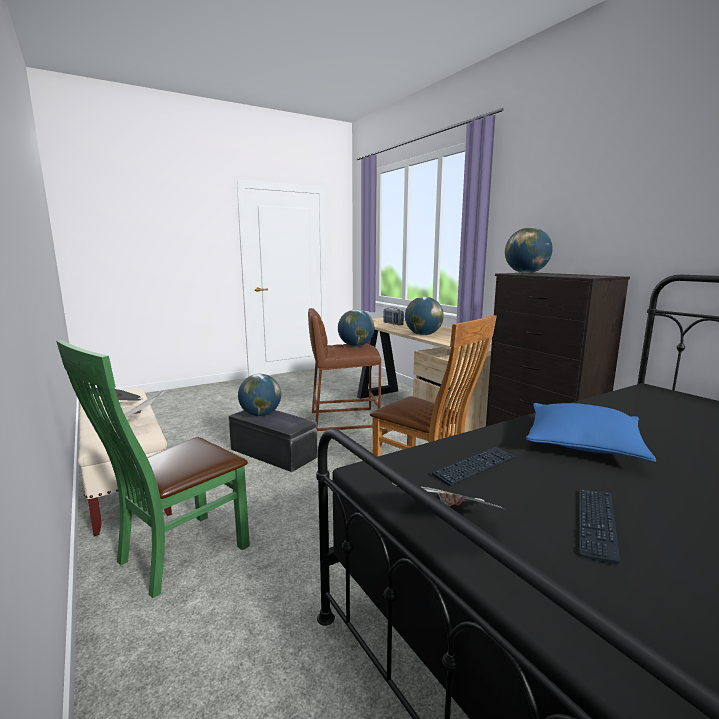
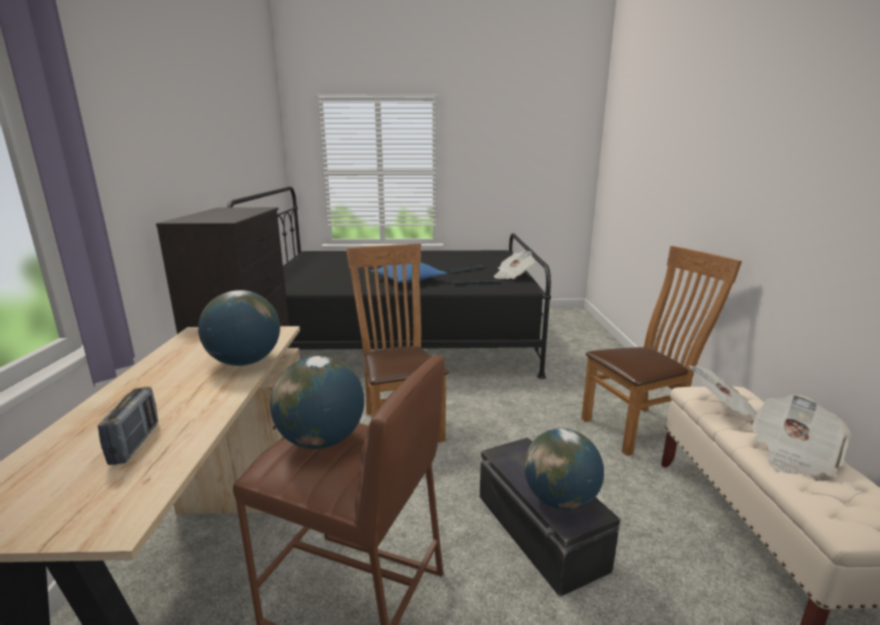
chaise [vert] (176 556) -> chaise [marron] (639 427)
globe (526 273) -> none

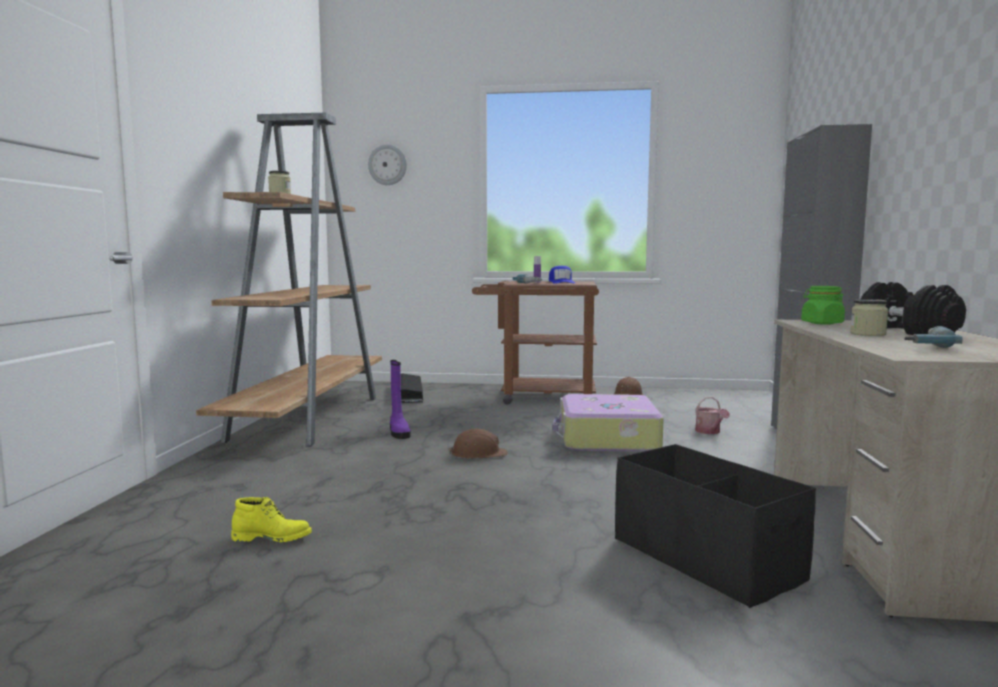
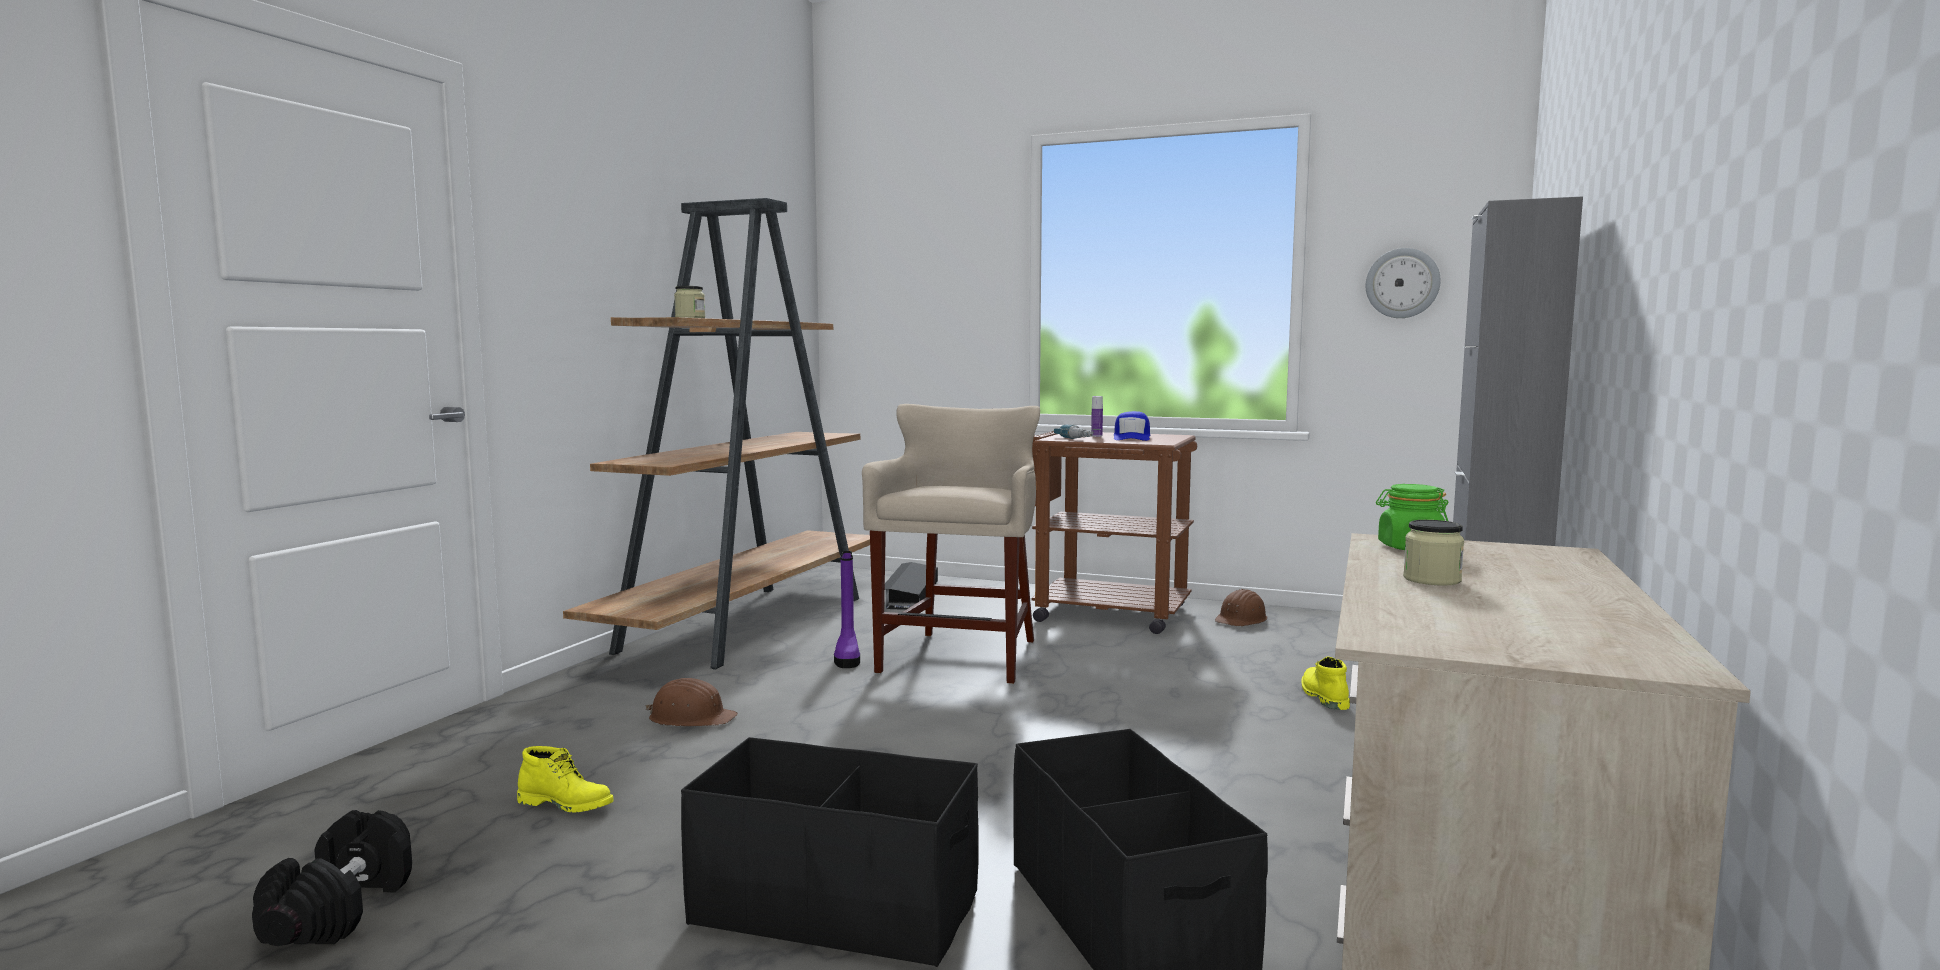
horloge murale (387 165) -> horloge murale (1402 283), shifted
casque de chantier [marron] (478 454) -> casque de chantier [marron] (691 718), shifted
valise (607 439) -> none
arrosoir (709 432) -> botte [jaune] (1323 696)
haltère [noir] (908 331) -> haltère [noir] (340 911), shifted
perceuse (923 345) -> none
none -> boîte de rangement [noir] (836 907)
none -> tabouret [beige] (961 657)

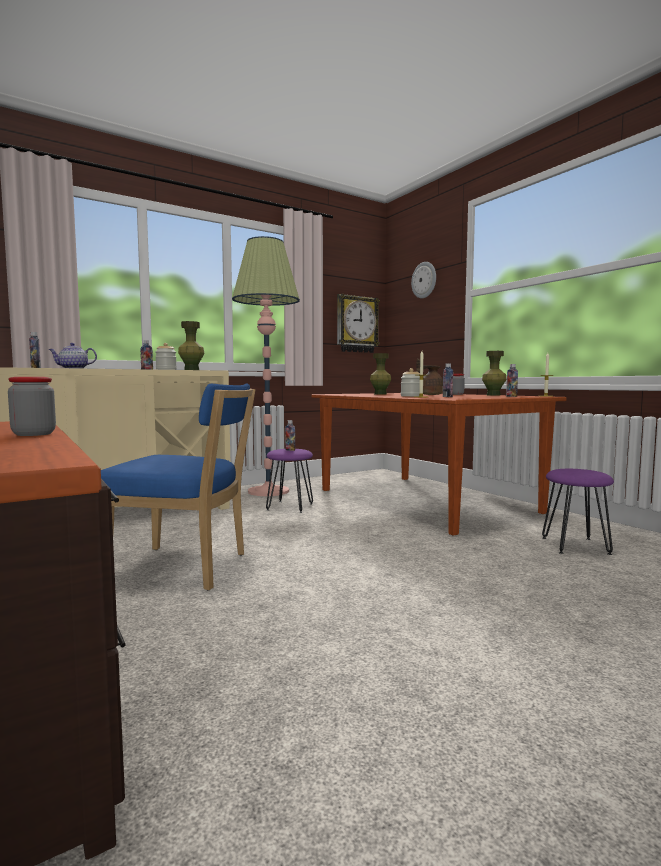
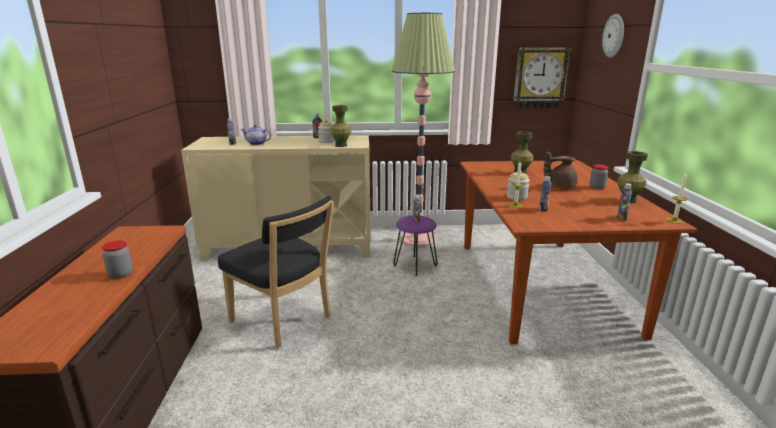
chaise [bleu] (186 569) -> chaise [noir] (284 321)
tabouret [violet] (575 546) -> none

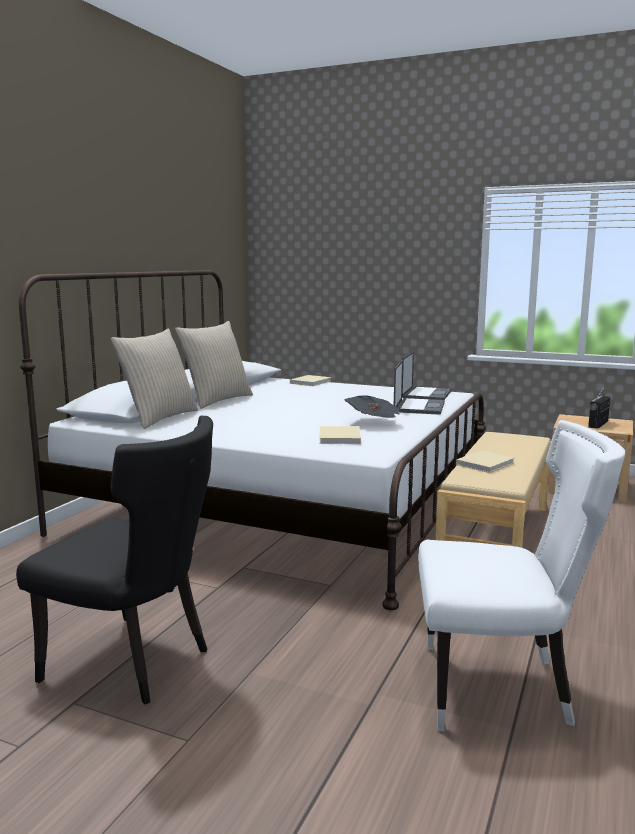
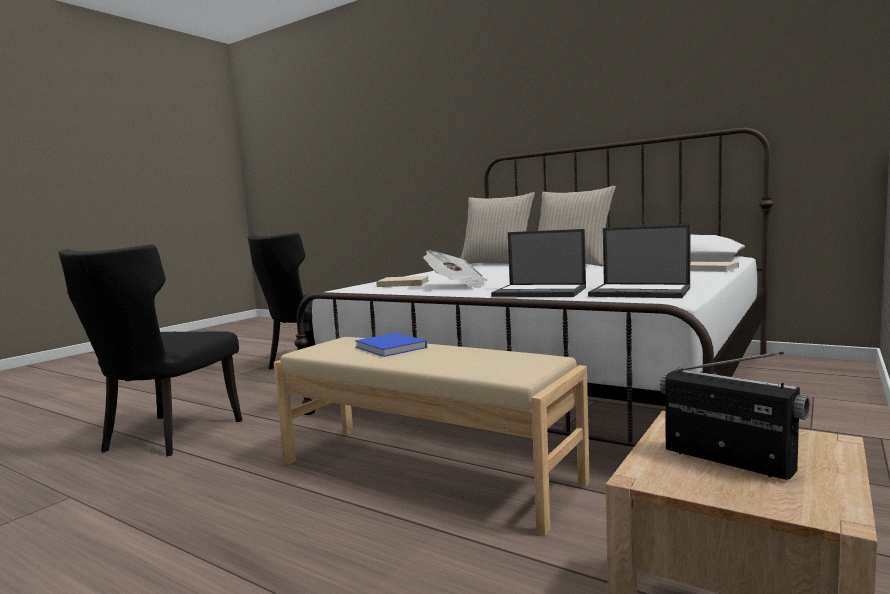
chaise [blanc] (501 688) -> chaise [noir] (166 437)
livre [beige] (486 463) -> livre [bleu] (391 347)

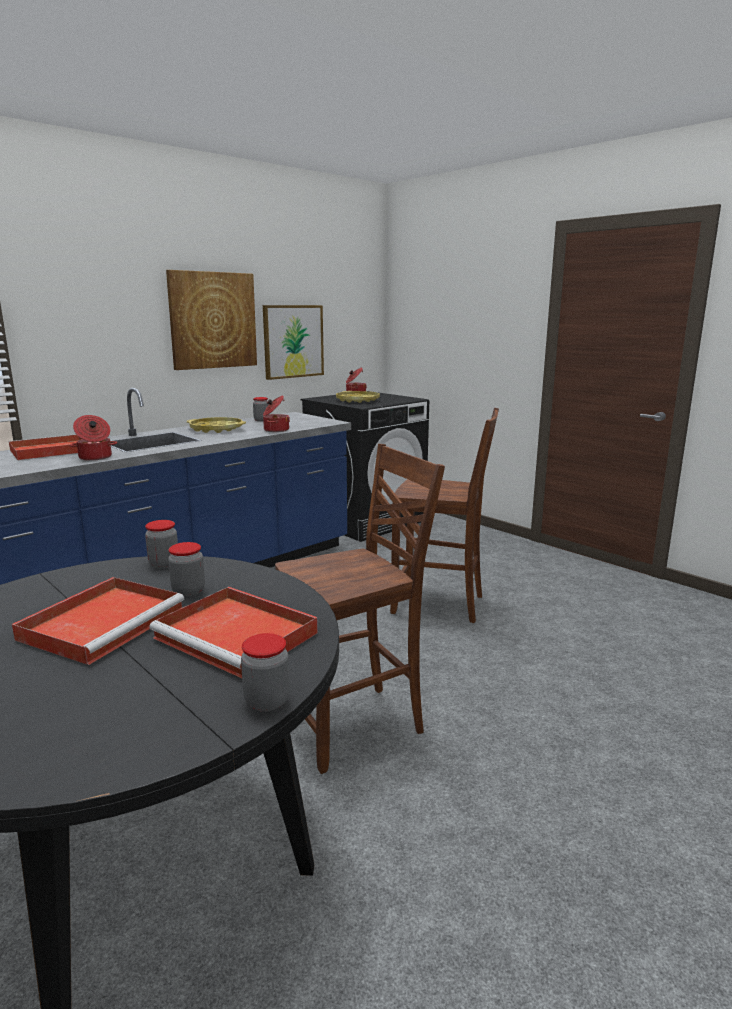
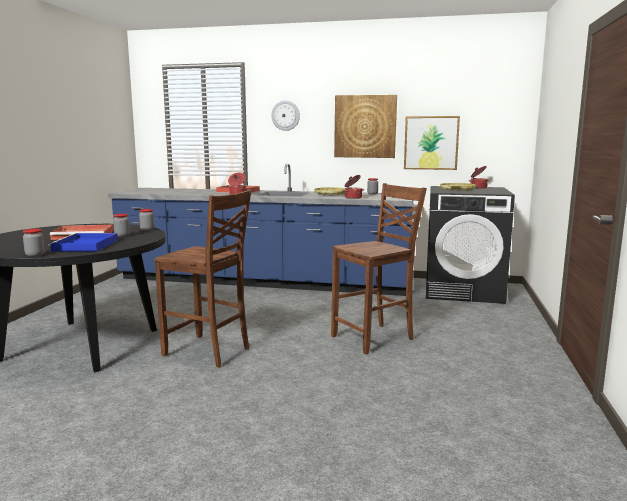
plateau [rouge] (239 636) -> plateau [bleu] (85 245)
chaise [marron] (440 604) -> chaise [marron] (375 338), 105 degrees counterclockwise
none -> horloge murale (285 115)

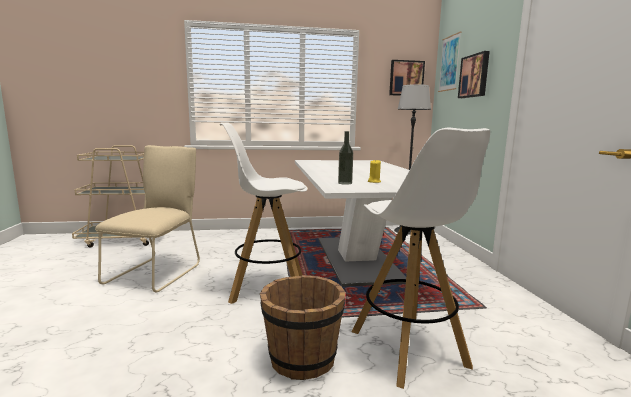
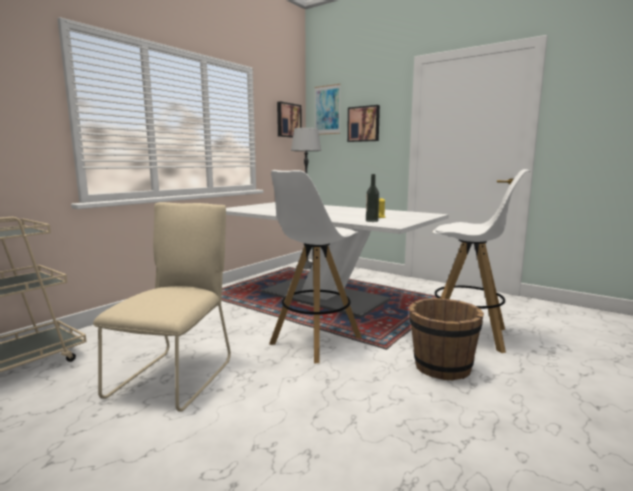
chaise [beige] (157 272) -> chaise [beige] (176 376), 45 degrees clockwise

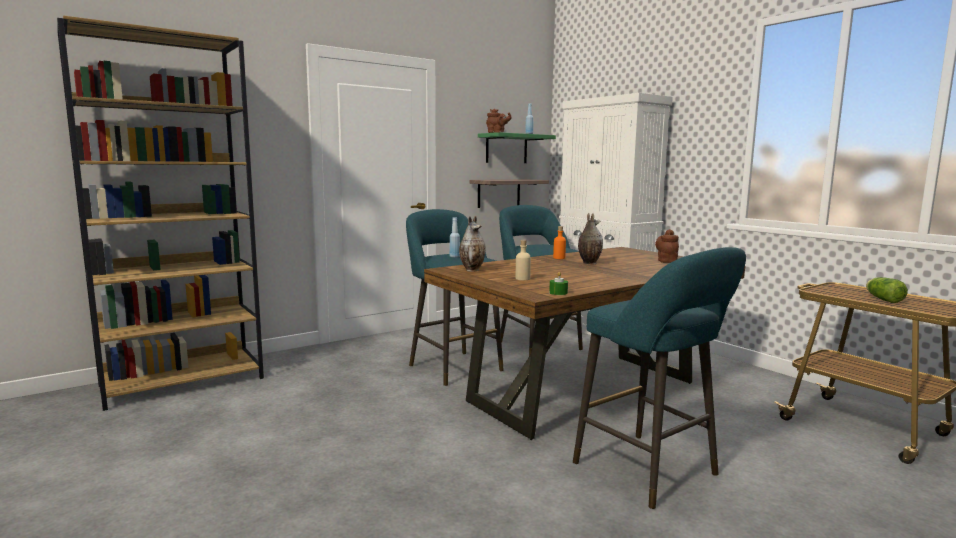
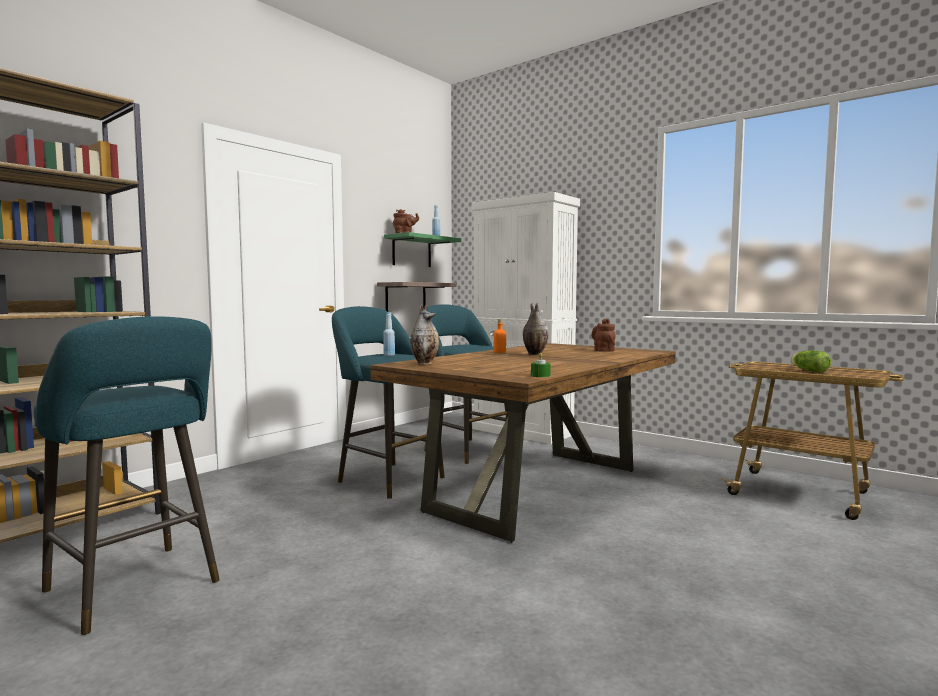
bouteille [beige] (522 279) -> none
tabouret [turquoise] (651 472) -> tabouret [turquoise] (136 589), shifted

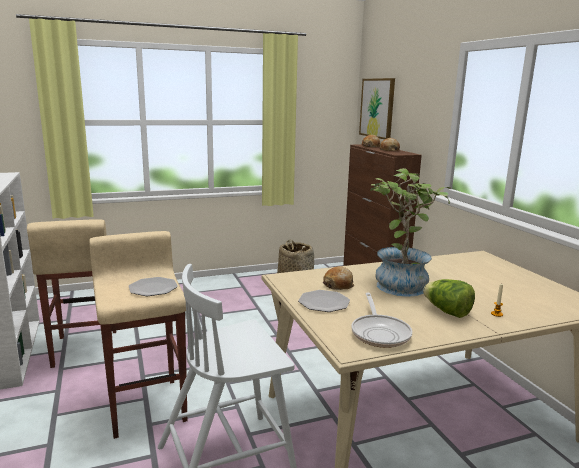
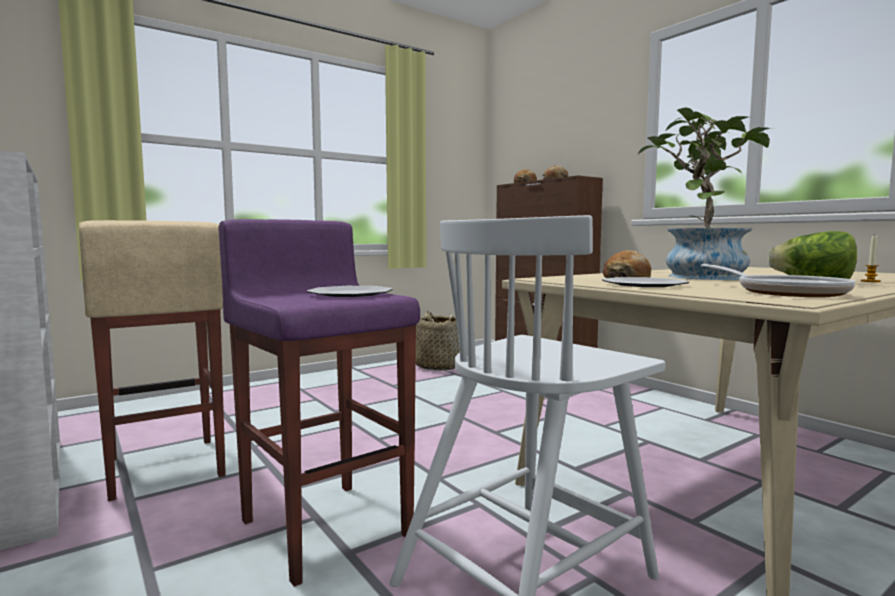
tabouret [beige] (147 405) -> tabouret [violet] (326 526)
tableau (377 108) -> none

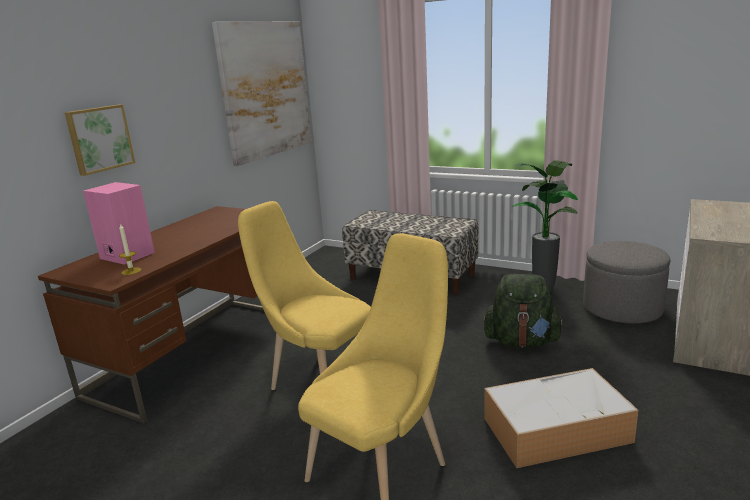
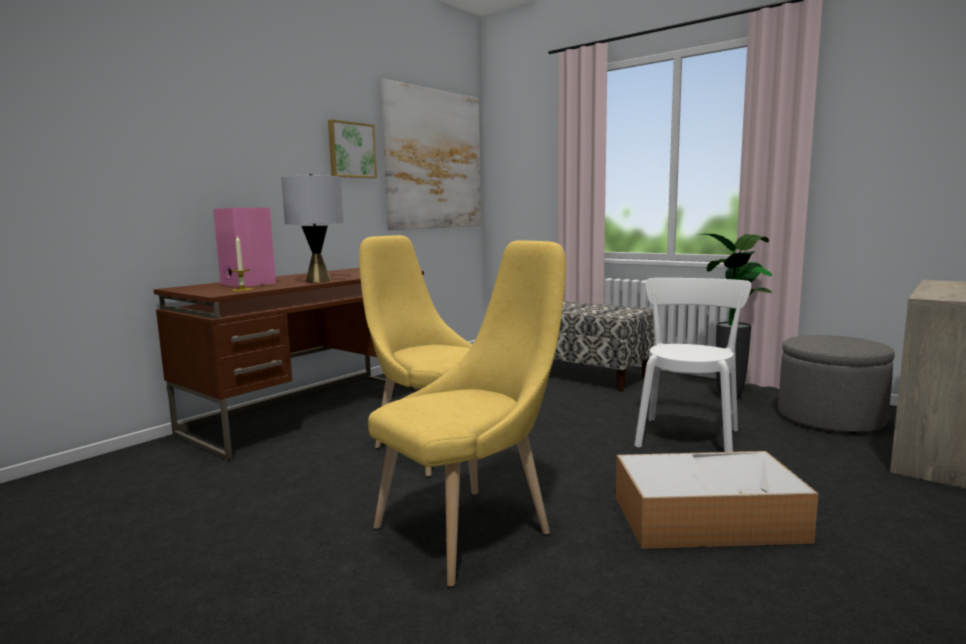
tableau (99 139) -> tableau (351 150), shifted
sac à dos [vert] (521 342) -> chaise [blanc] (688 436)
none -> lampe de table [gris] (318 281)

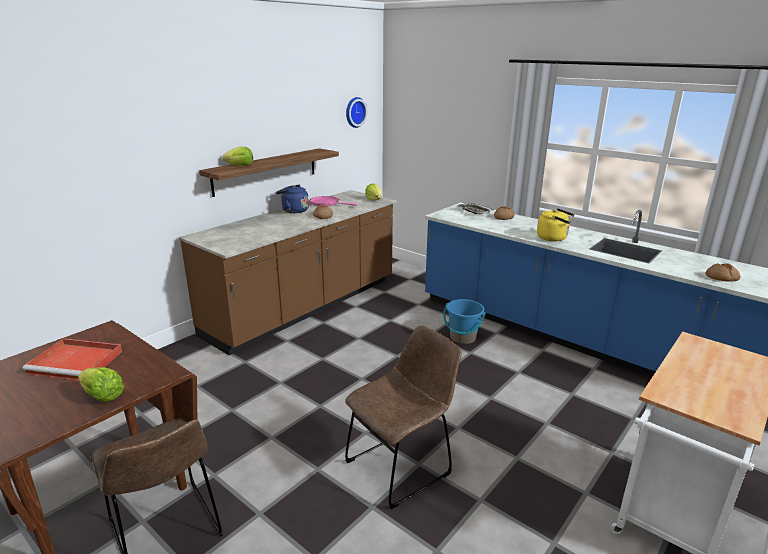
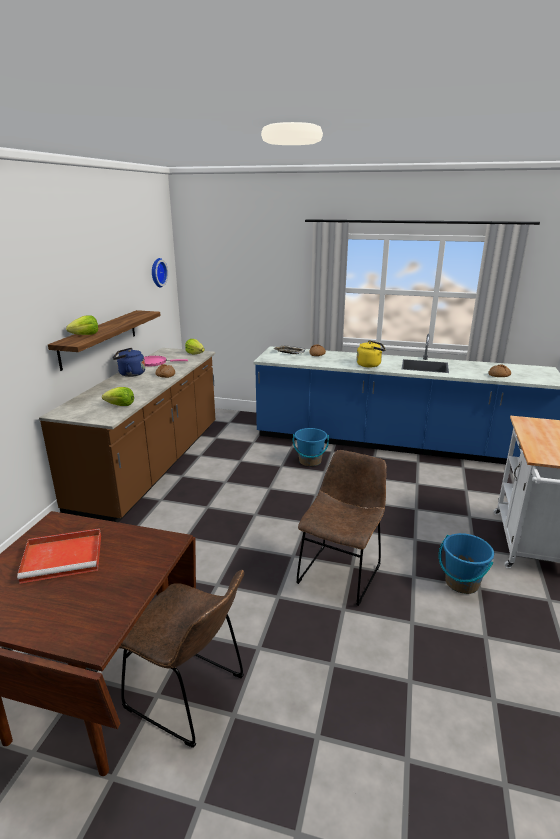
laitue (102 396) -> laitue (120 405), shifted
none -> seau [bleu] (461 583)

